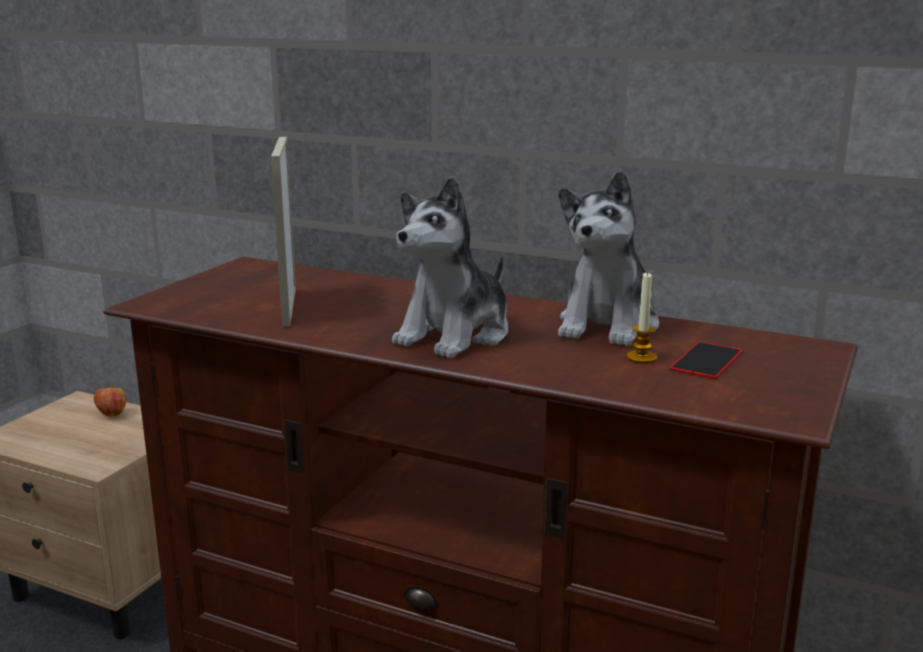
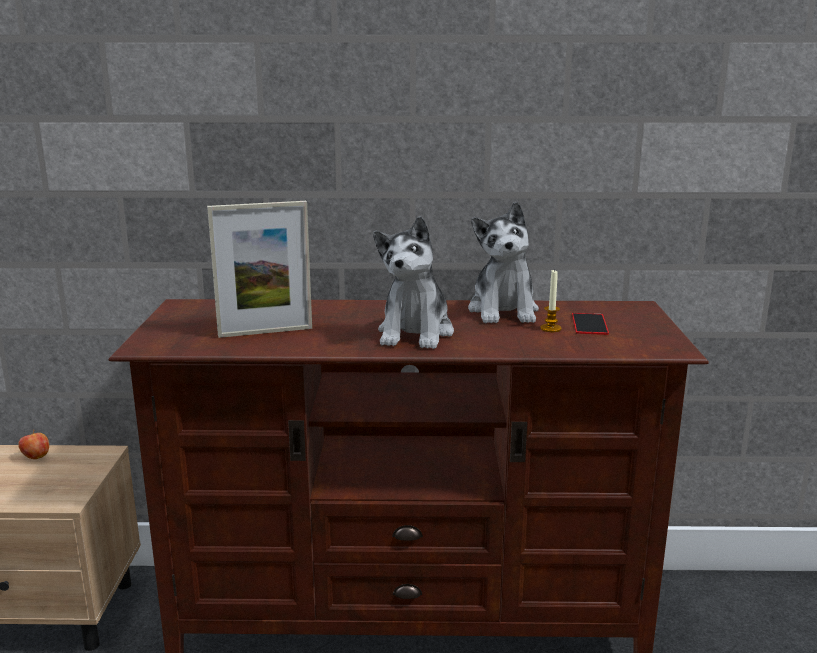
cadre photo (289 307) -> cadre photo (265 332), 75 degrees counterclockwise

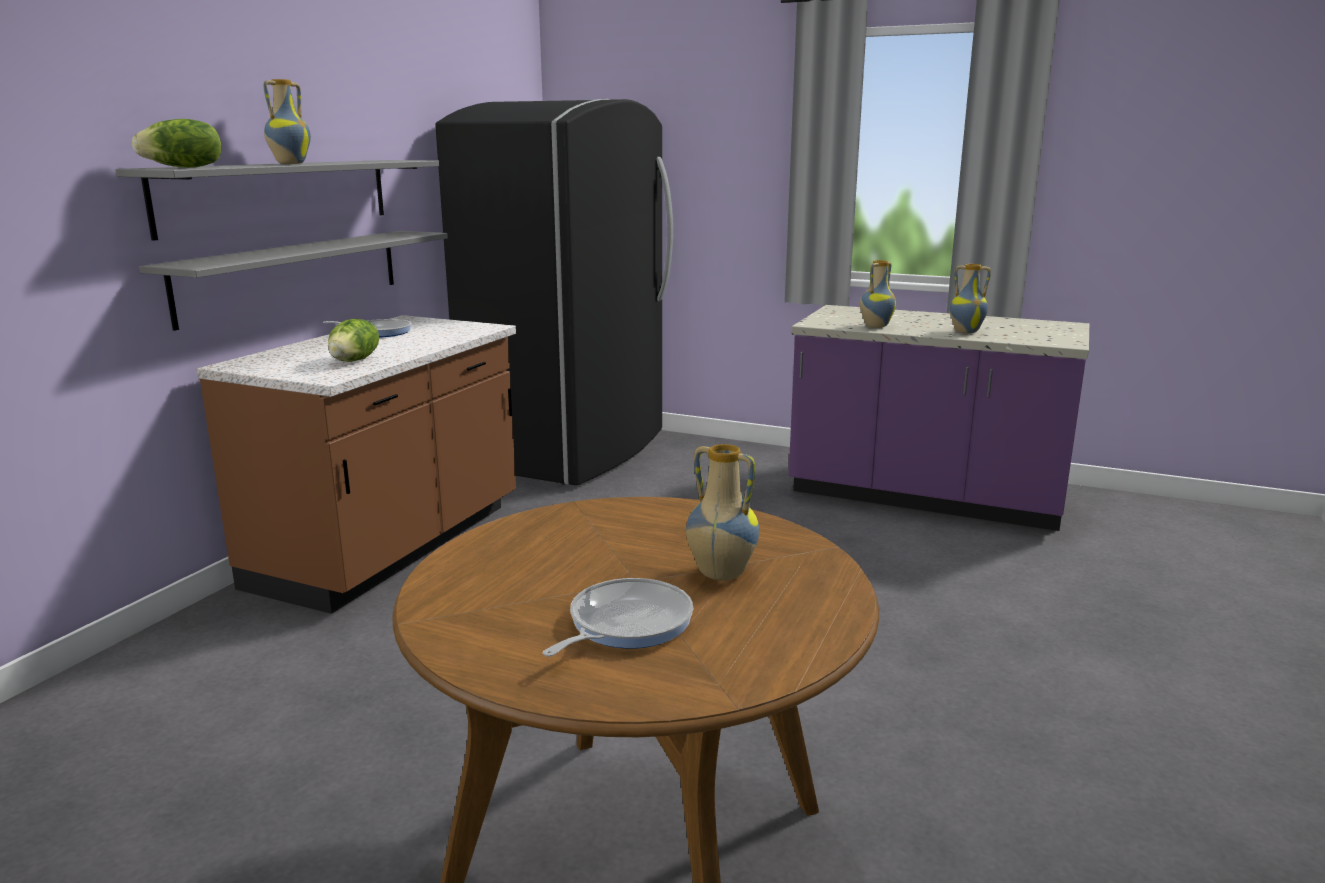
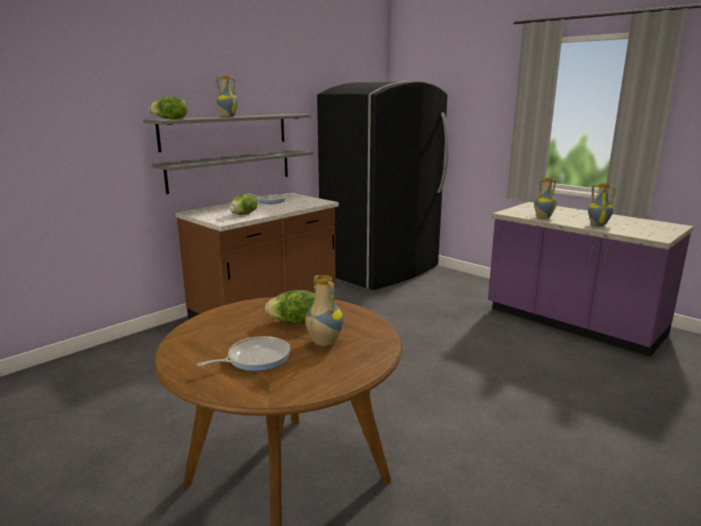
none -> laitue (296 322)

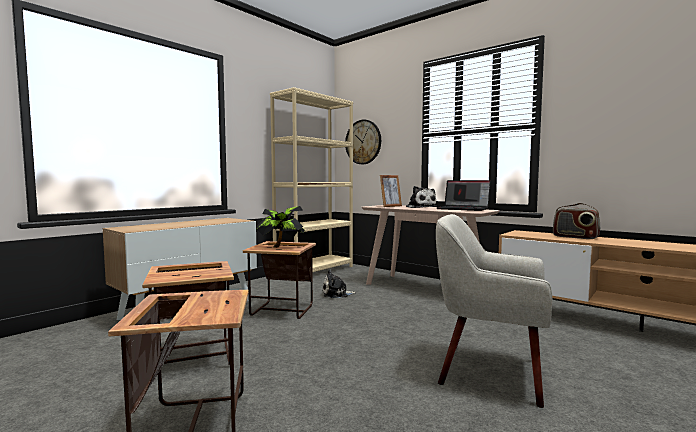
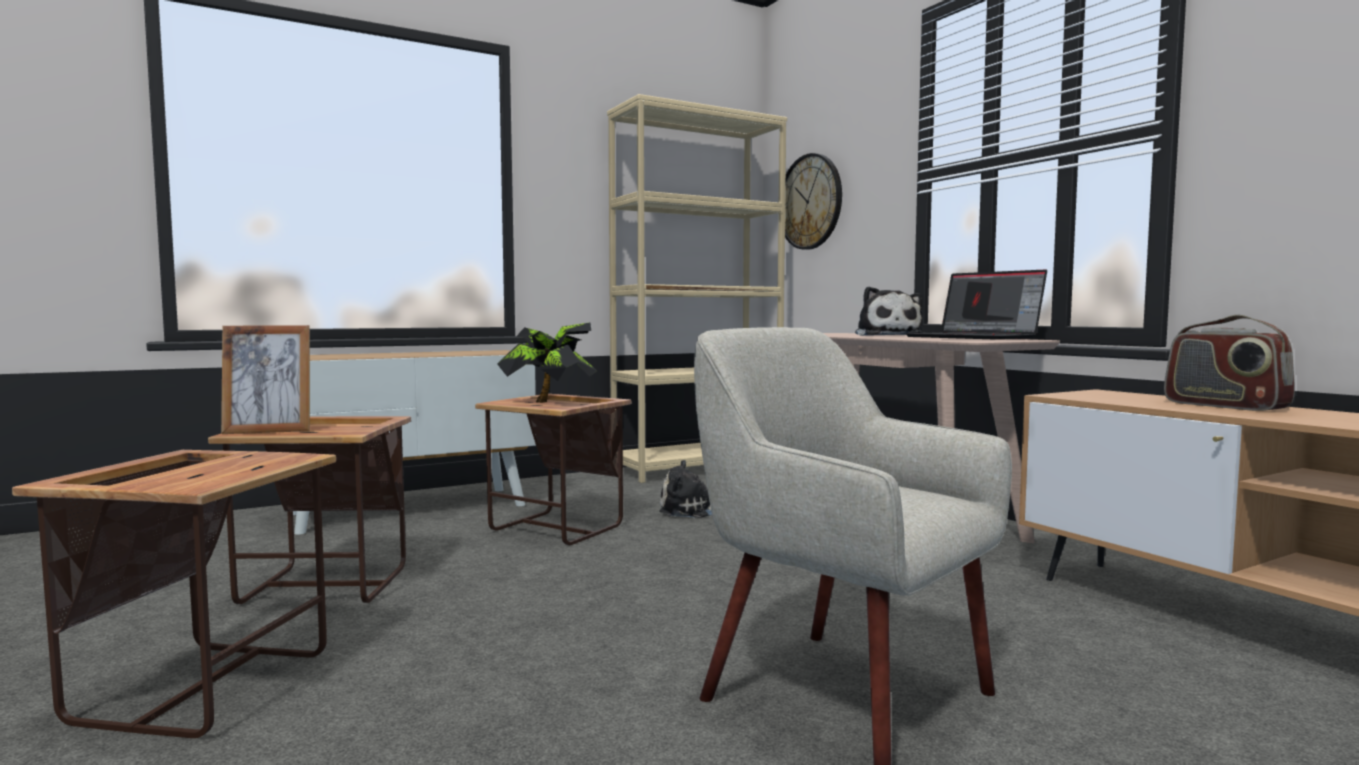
cadre photo (390 206) -> cadre photo (268 431), shifted

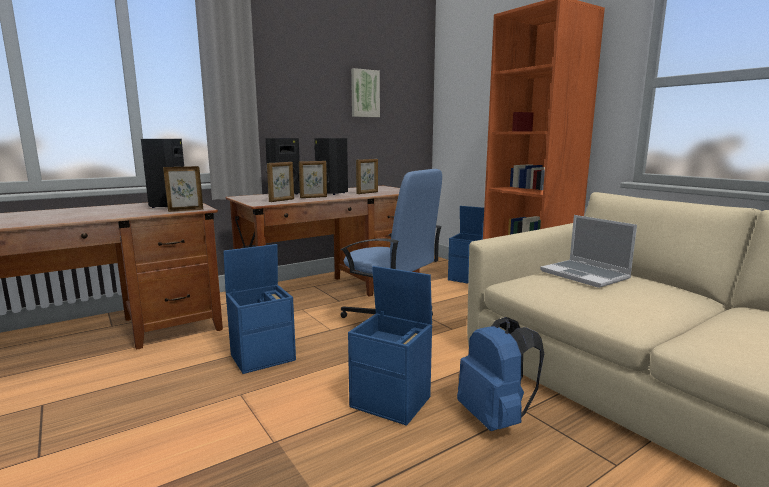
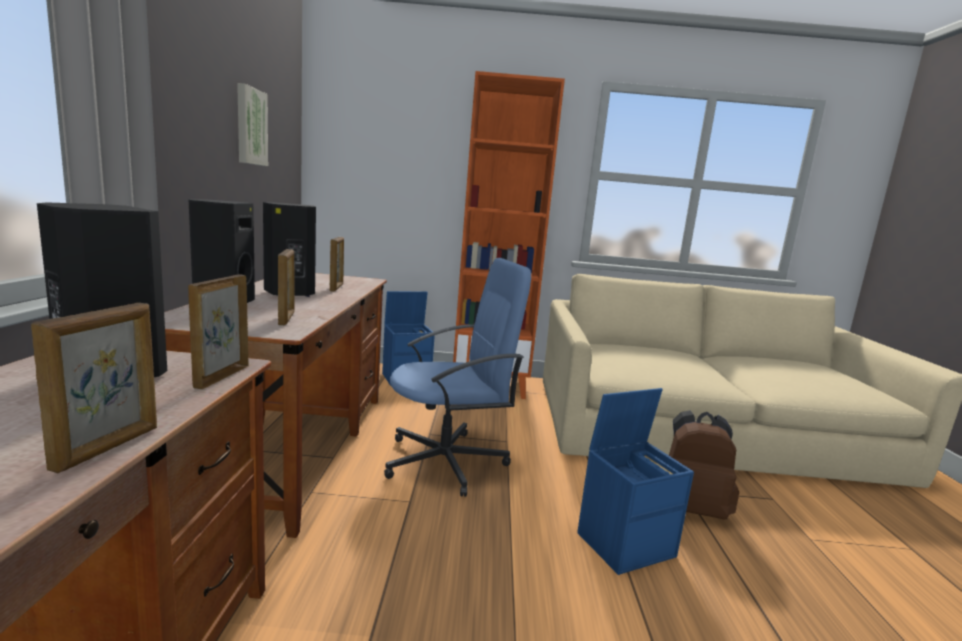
boîte de rangement [bleu] (264 357) -> none
cadre photo (313 197) -> cadre photo (109 447), shifted
sac à dos [bleu] (495 418) -> sac à dos [marron] (689 508)
ordinateur portable (586 275) -> none

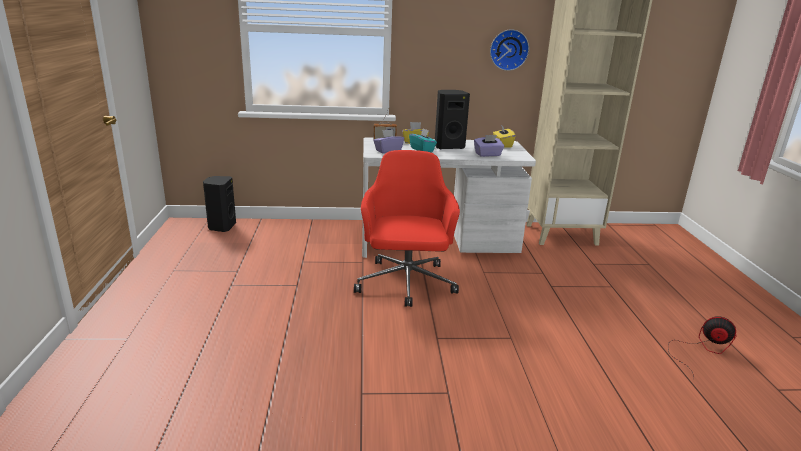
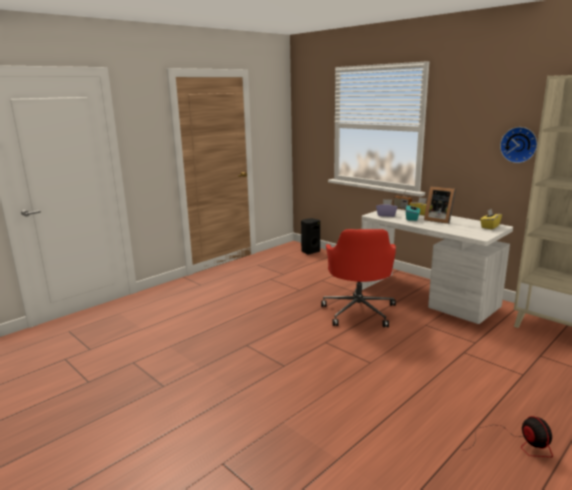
chaise de bureau [rouge] (406 284) -> chaise de bureau [rouge] (359 311), 135 degrees clockwise
enceinte [noir] (448 146) -> cadre photo (438 220)
boîte à mouchoirs [violet] (488 154) -> none

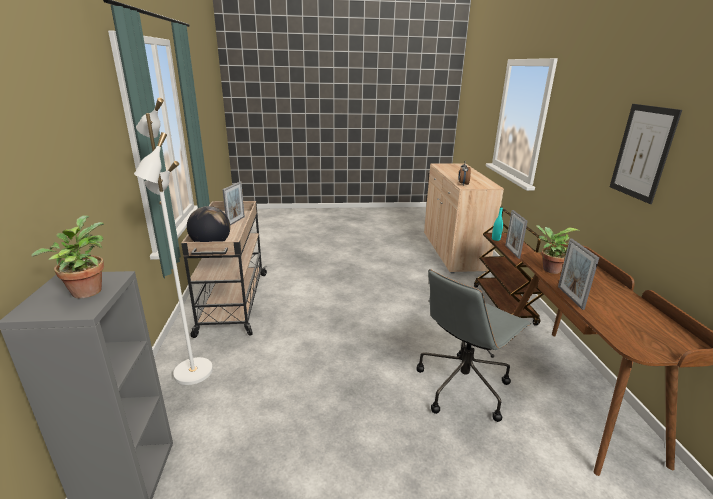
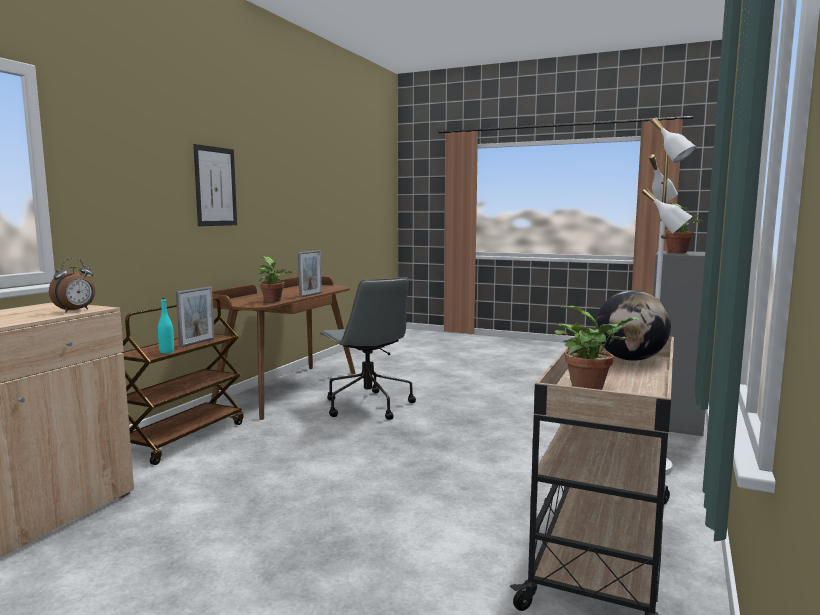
cadre photo (236 221) -> plante en pot (591 388)
chaise de bureau [gris] (463 386) -> chaise de bureau [gris] (367 405), 75 degrees clockwise

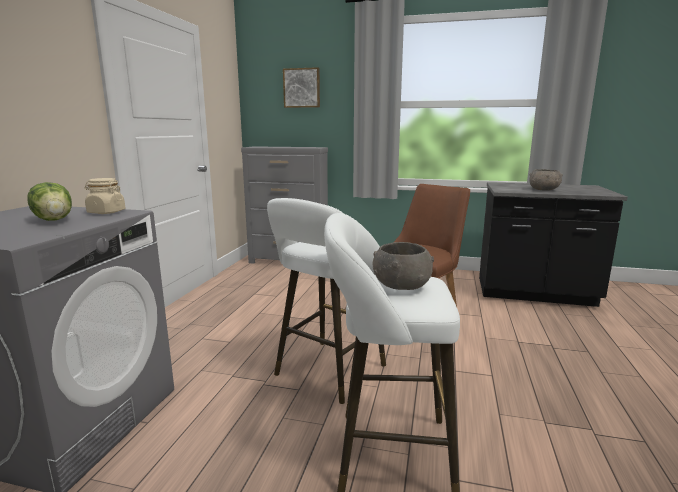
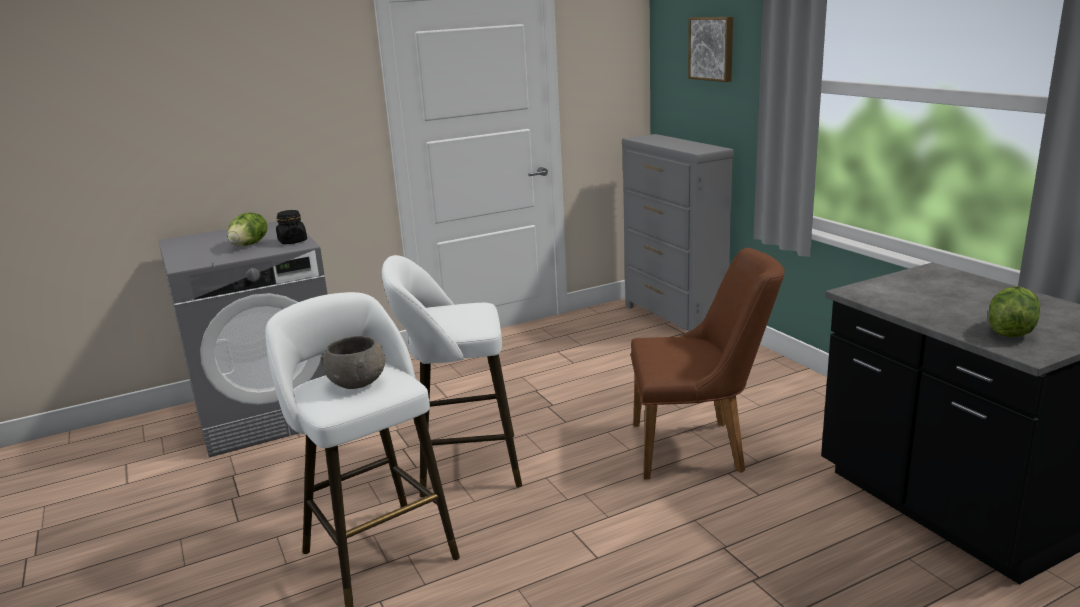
bocal [beige] (106 212) -> bocal [noir] (292 241)
bol [gris] (544 190) -> none
none -> laitue (1009 331)

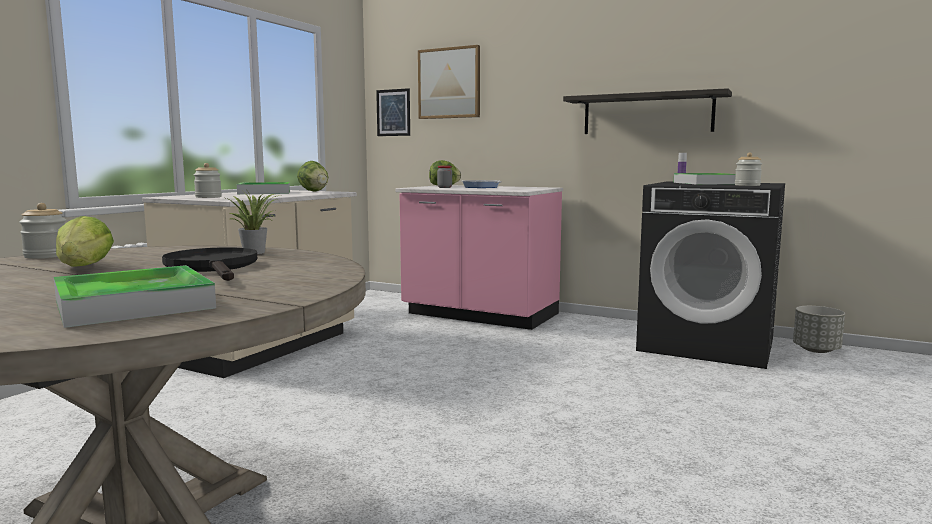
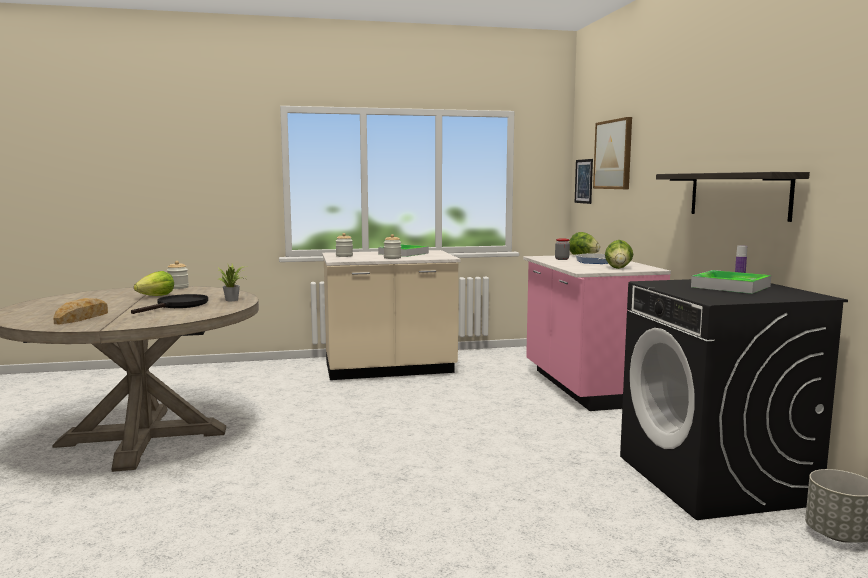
plateau (134 304) -> pain (81 317)
laitue (314 191) -> laitue (618 268), shifted
bocal (747 185) -> bocal (392 258), shifted

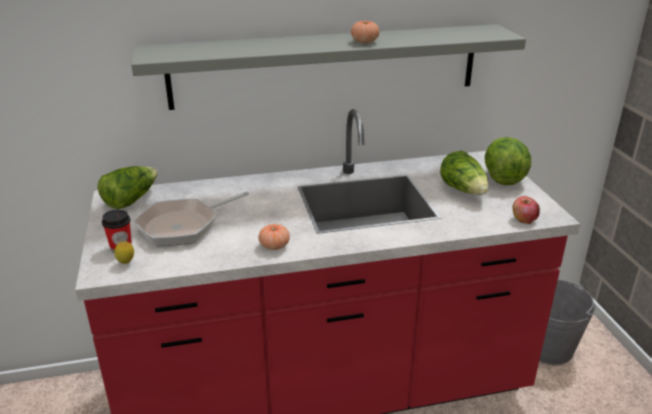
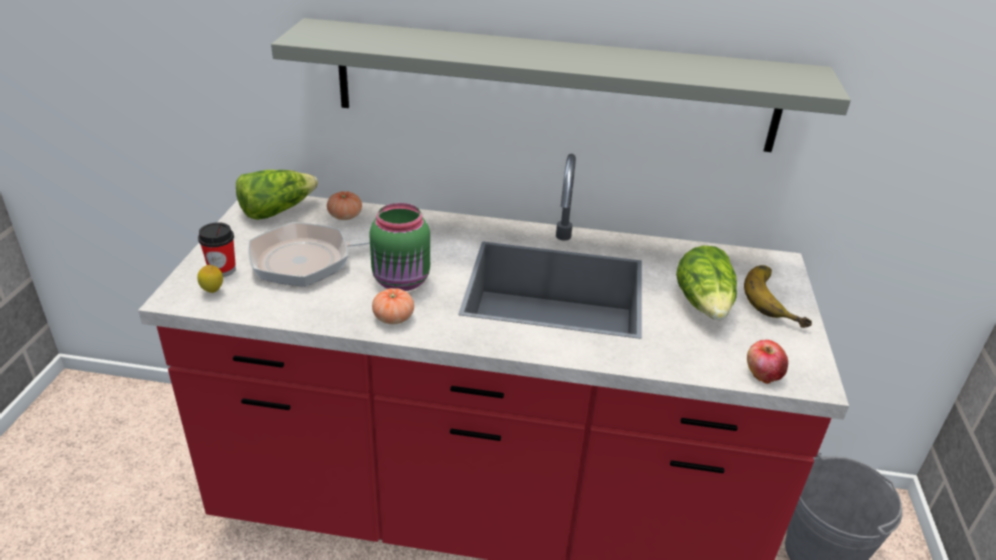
tomate (364 42) -> tomate (345 216), shifted
laitue (503 177) -> banane (778 300)
none -> bocal [vert] (402 281)

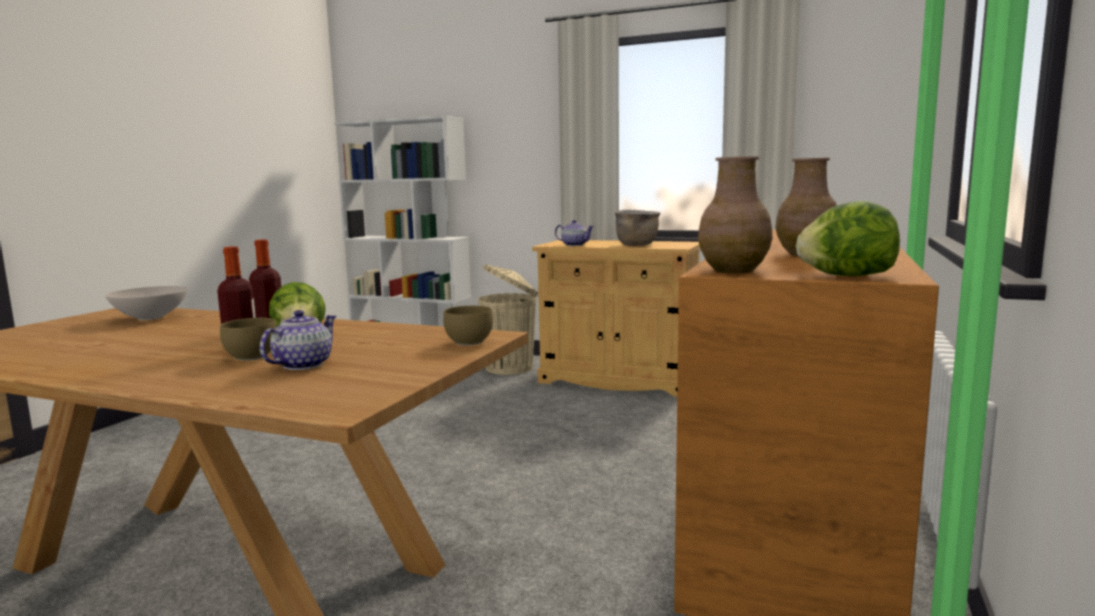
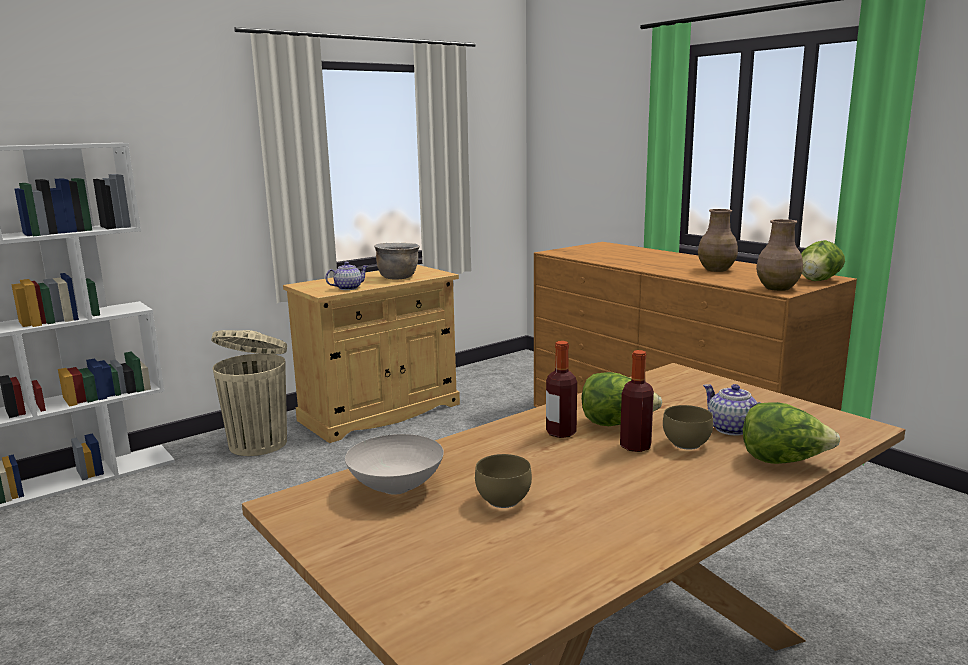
bol [marron] (470 342) -> bol [marron] (502 499), shifted
none -> laitue (783 461)

